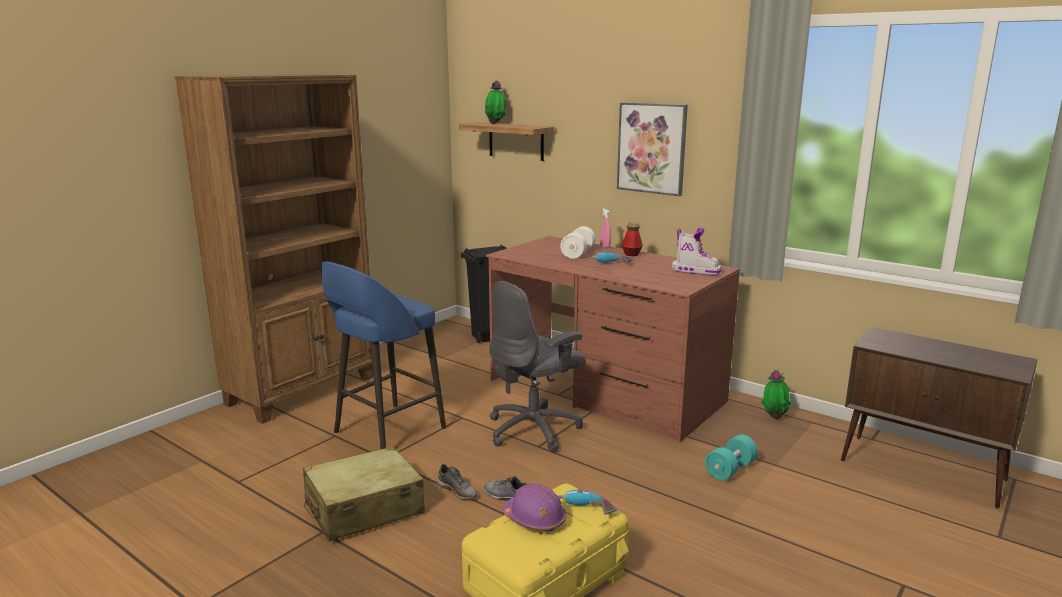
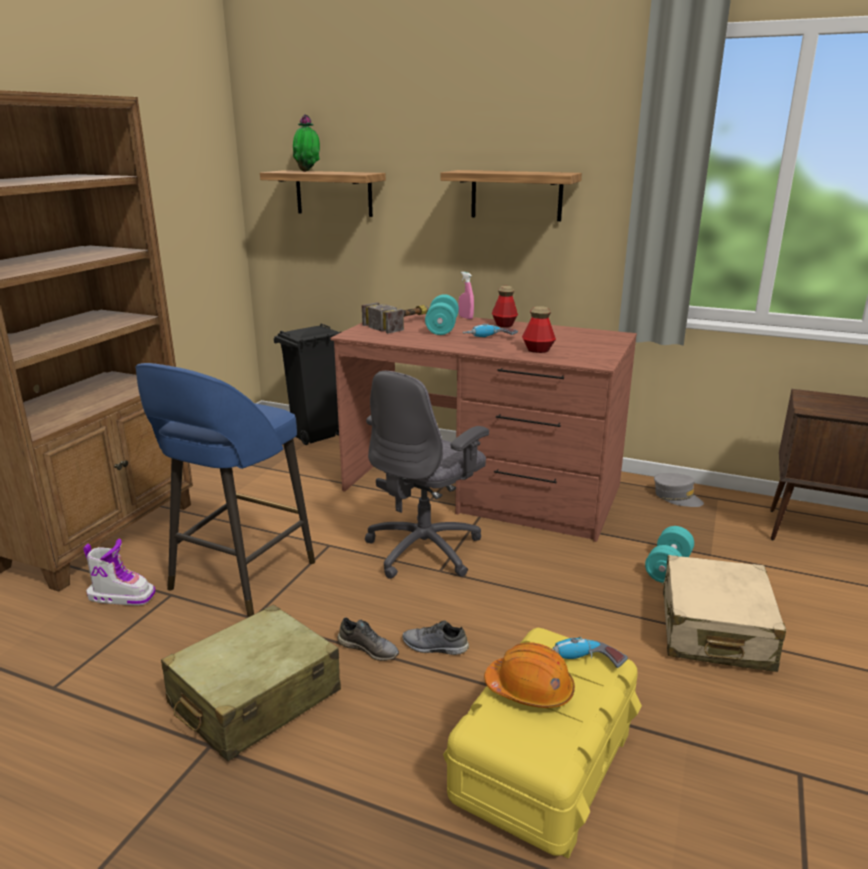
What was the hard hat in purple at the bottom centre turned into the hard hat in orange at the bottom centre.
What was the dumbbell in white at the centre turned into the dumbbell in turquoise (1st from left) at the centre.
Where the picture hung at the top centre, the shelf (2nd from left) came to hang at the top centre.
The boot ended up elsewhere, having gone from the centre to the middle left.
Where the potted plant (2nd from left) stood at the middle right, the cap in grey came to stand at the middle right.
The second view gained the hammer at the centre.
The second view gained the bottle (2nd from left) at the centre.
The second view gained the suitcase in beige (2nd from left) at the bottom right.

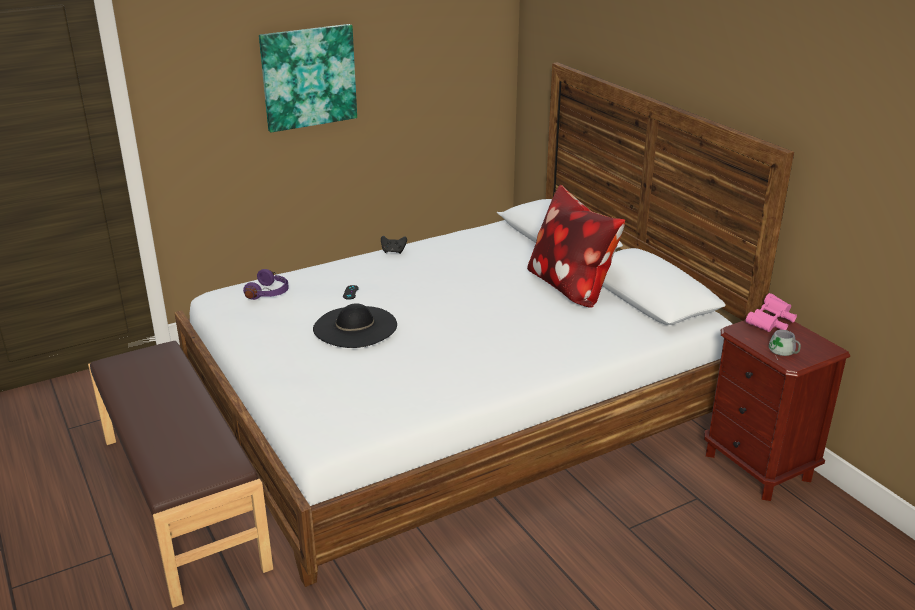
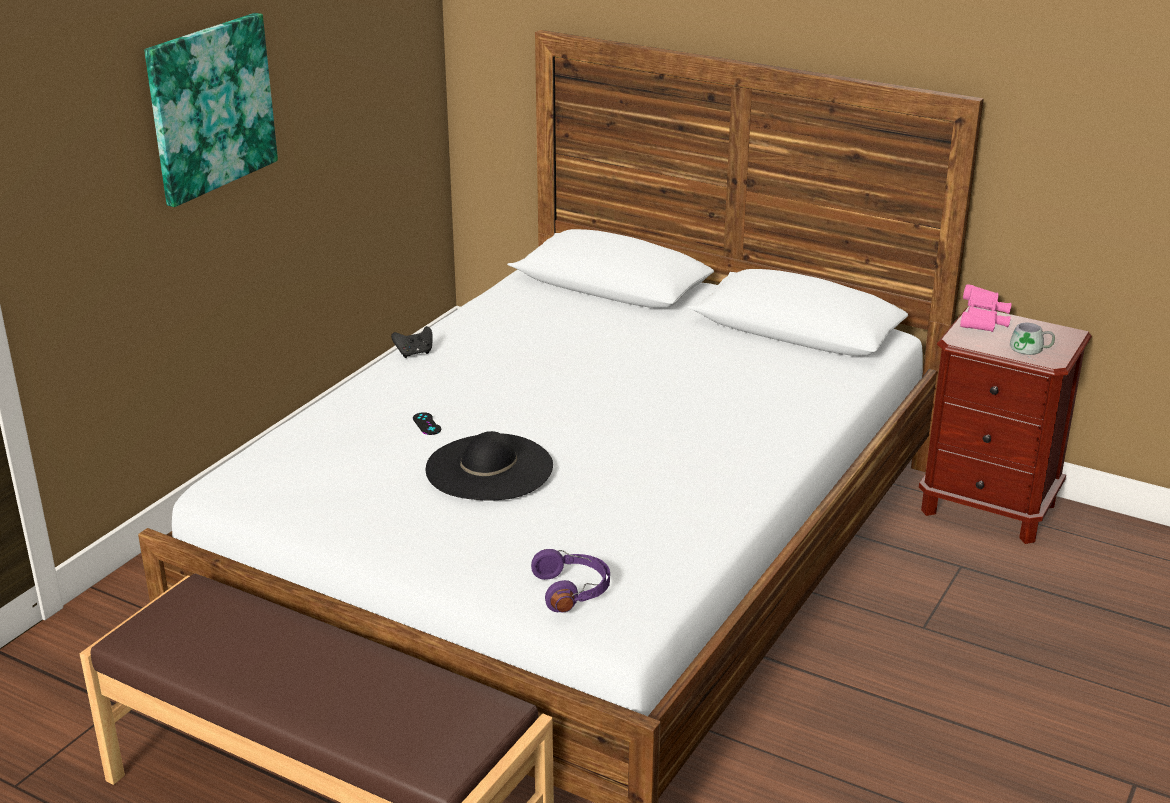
The headphones in purple ended up elsewhere, having gone from the middle left to the bottom centre.
The second view lost the pillow at the centre.

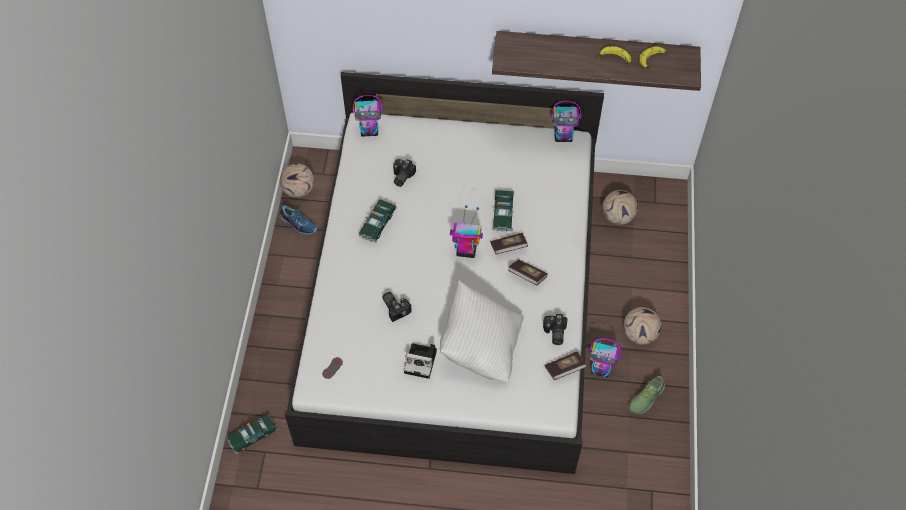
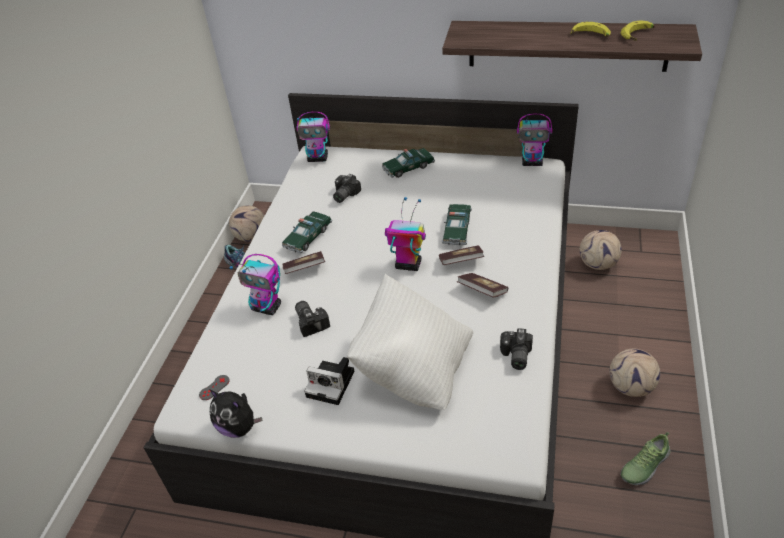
The toy car (1st from left in the first image) ended up elsewhere, having gone from the bottom left to the top centre.
The book (3rd from left in the first image) ended up elsewhere, having gone from the bottom centre to the centre.
The toy robot (4th from left in the first image) ended up elsewhere, having gone from the bottom right to the middle left.
The second view gained the plush toy at the bottom left.

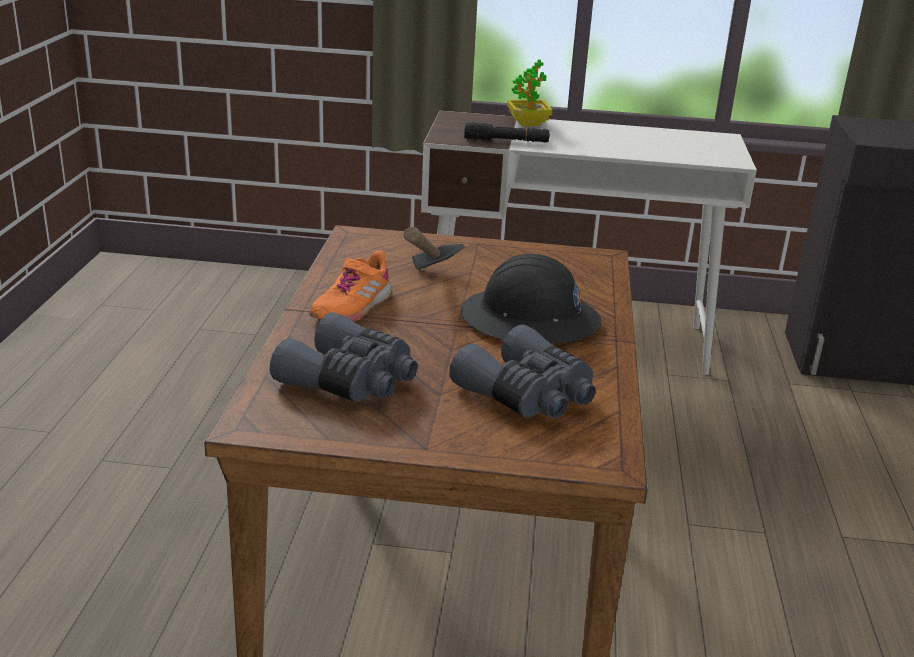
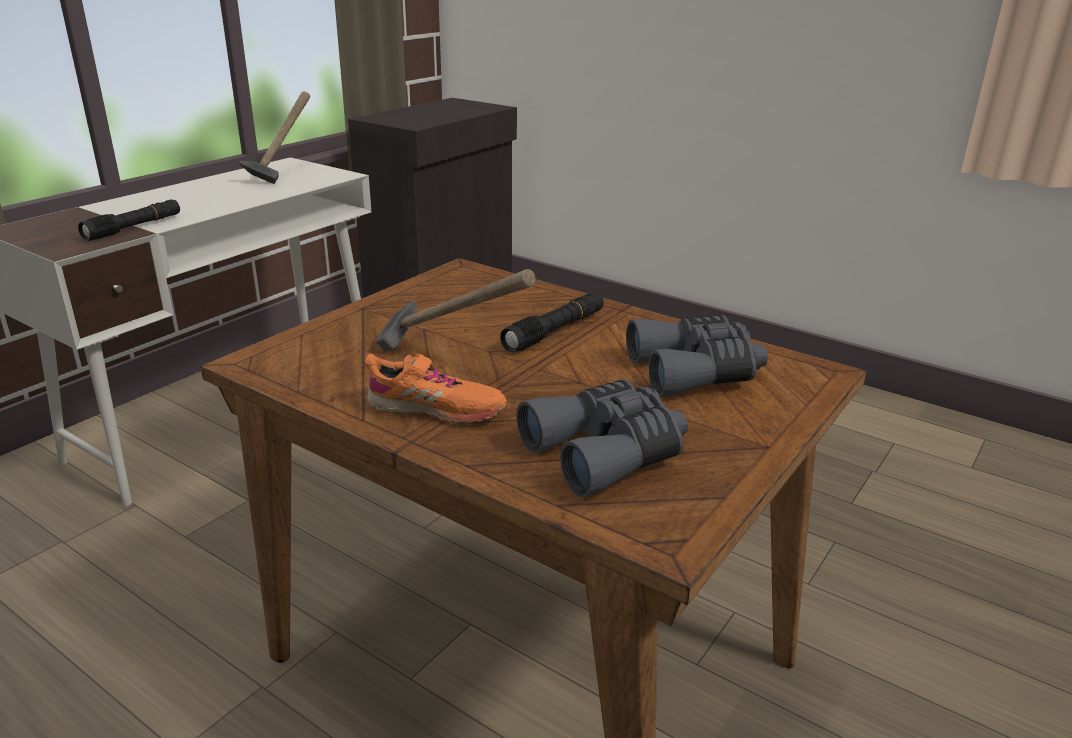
The shoe in orange at the centre ended up facing another way, 45 degrees counterclockwise from before.
Where the hard hat in black stood at the centre, the flashlight in black (2nd from left) came to stand at the centre.
The second view lost the potted plant at the top centre.
The second view gained the hammer (1st from left) at the top left.

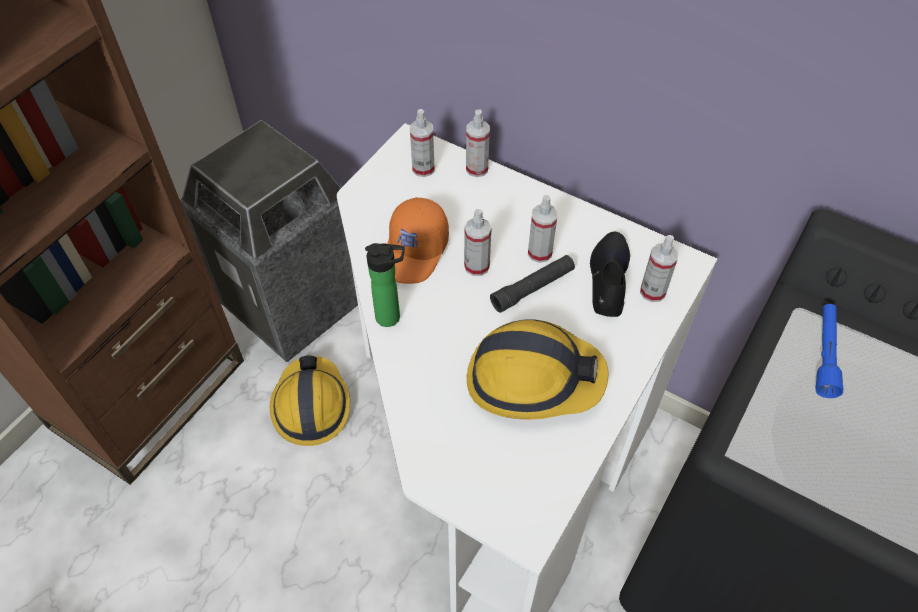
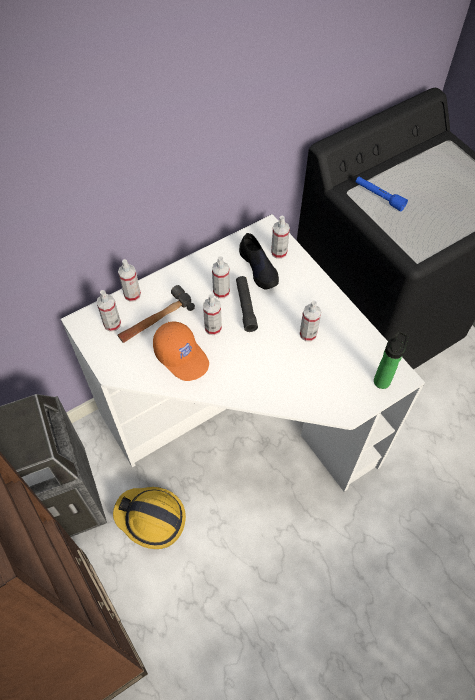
The bottle ended up elsewhere, having gone from the centre to the middle right.
Where the hard hat (2nd from left) stood at the centre, the spray bottle (6th from left) came to stand at the centre.
The shoe in black at the centre ended up facing another way, 150 degrees counterclockwise from before.
The second view gained the hammer at the middle left.

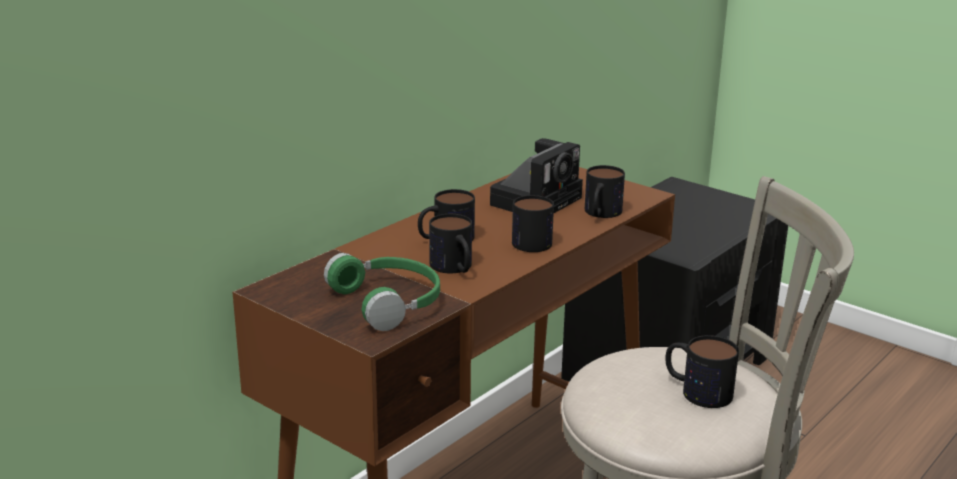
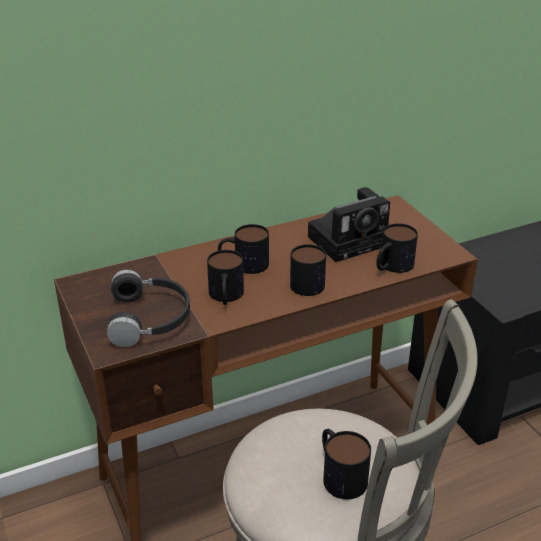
What was the headphones in green at the centre turned into the headphones in black at the middle left.

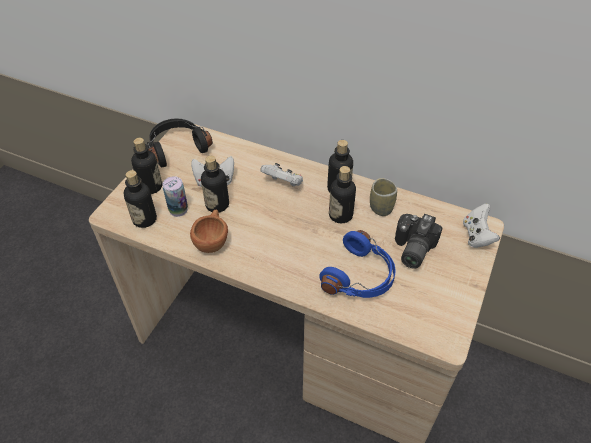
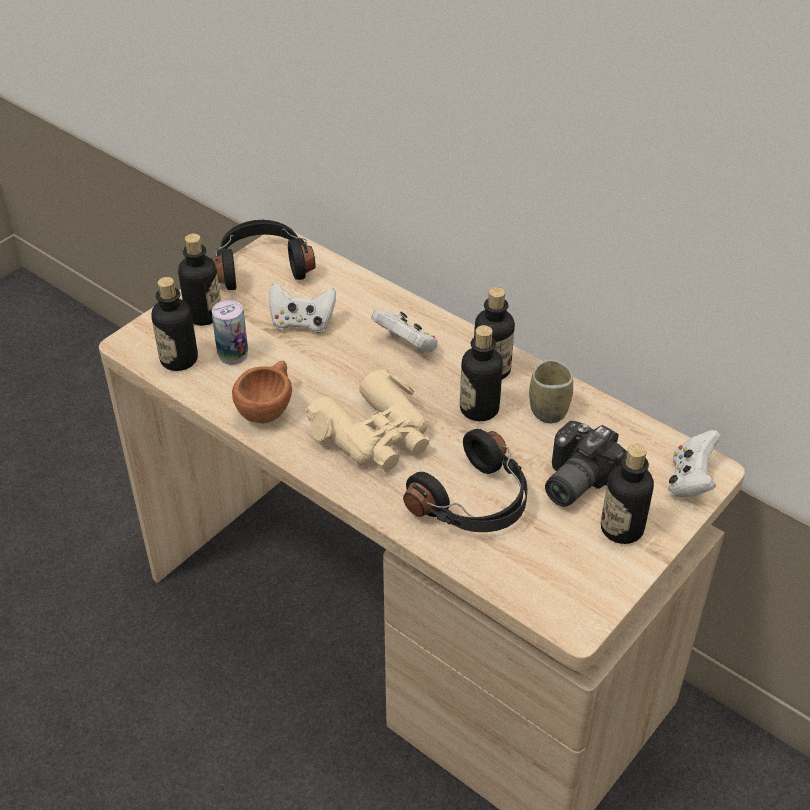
The bottle (3rd from left in the first image) ended up elsewhere, having gone from the centre to the middle right.
What was the headphones in blue at the centre turned into the headphones in black (2nd from left) at the centre.
The second view gained the binoculars in beige at the centre.

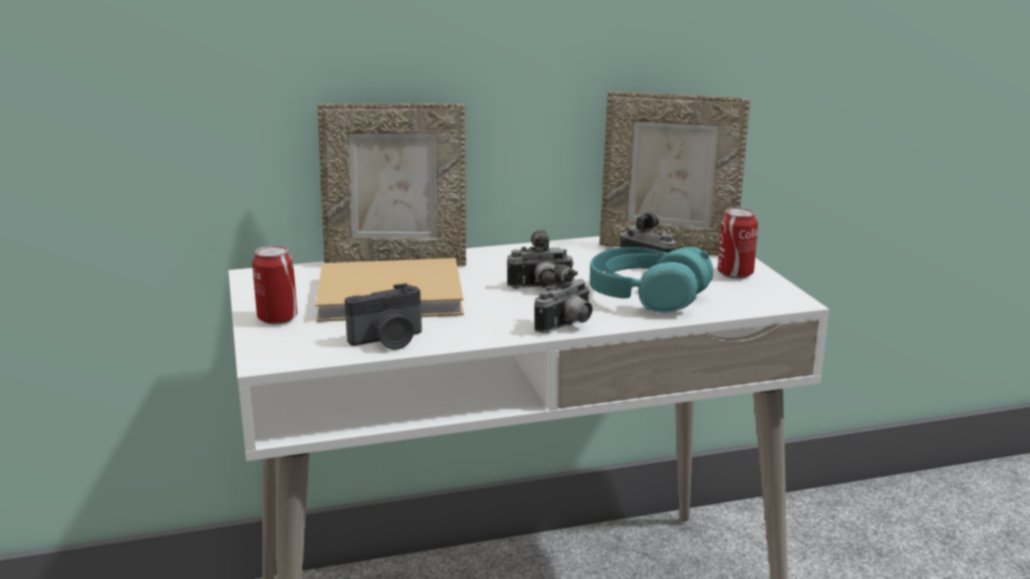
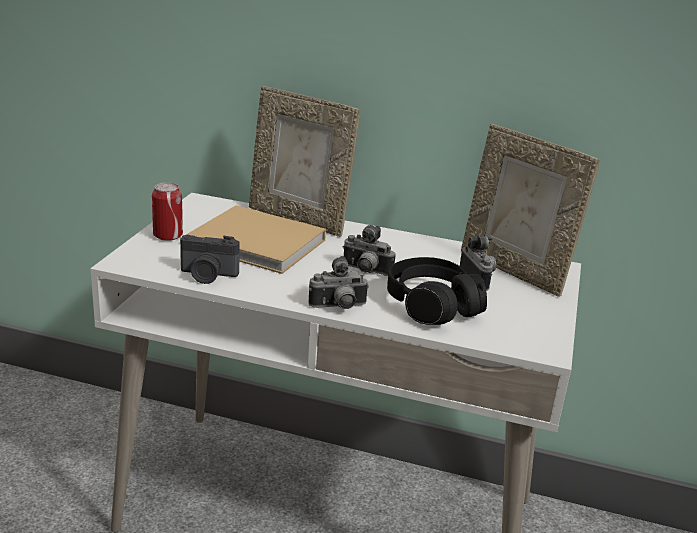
What was the headphones in turquoise at the centre turned into the headphones in black at the centre.
The second view lost the can (2nd from left) at the middle right.

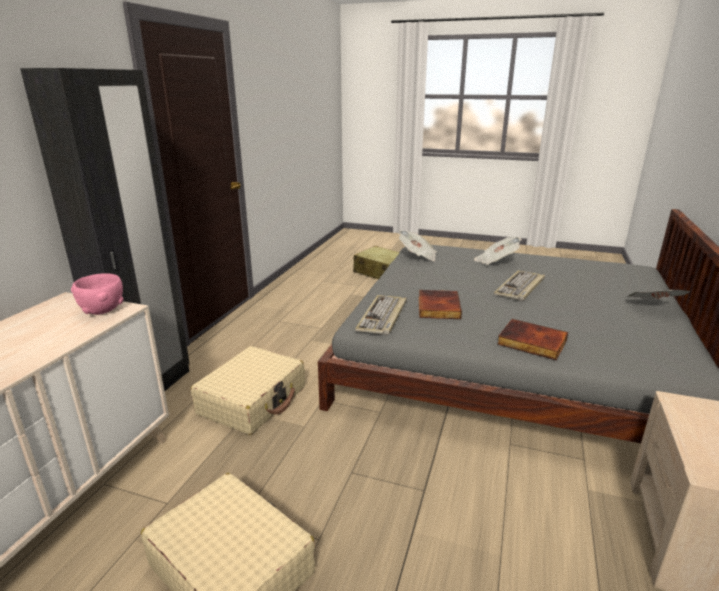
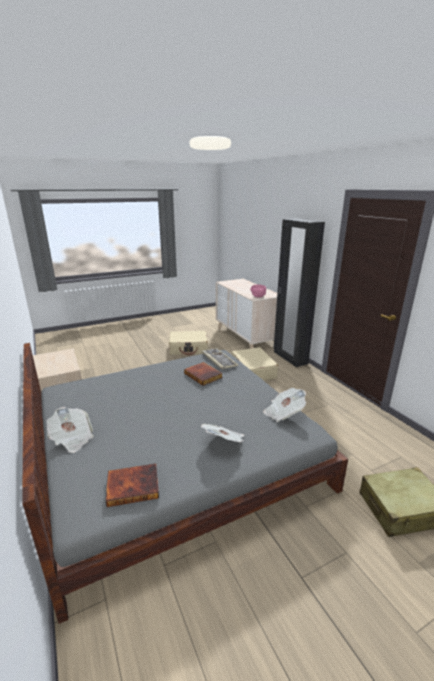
The second view lost the keyboard (2nd from left) at the middle right.
The book (2nd from left in the first image) ended up elsewhere, having gone from the middle right to the bottom left.

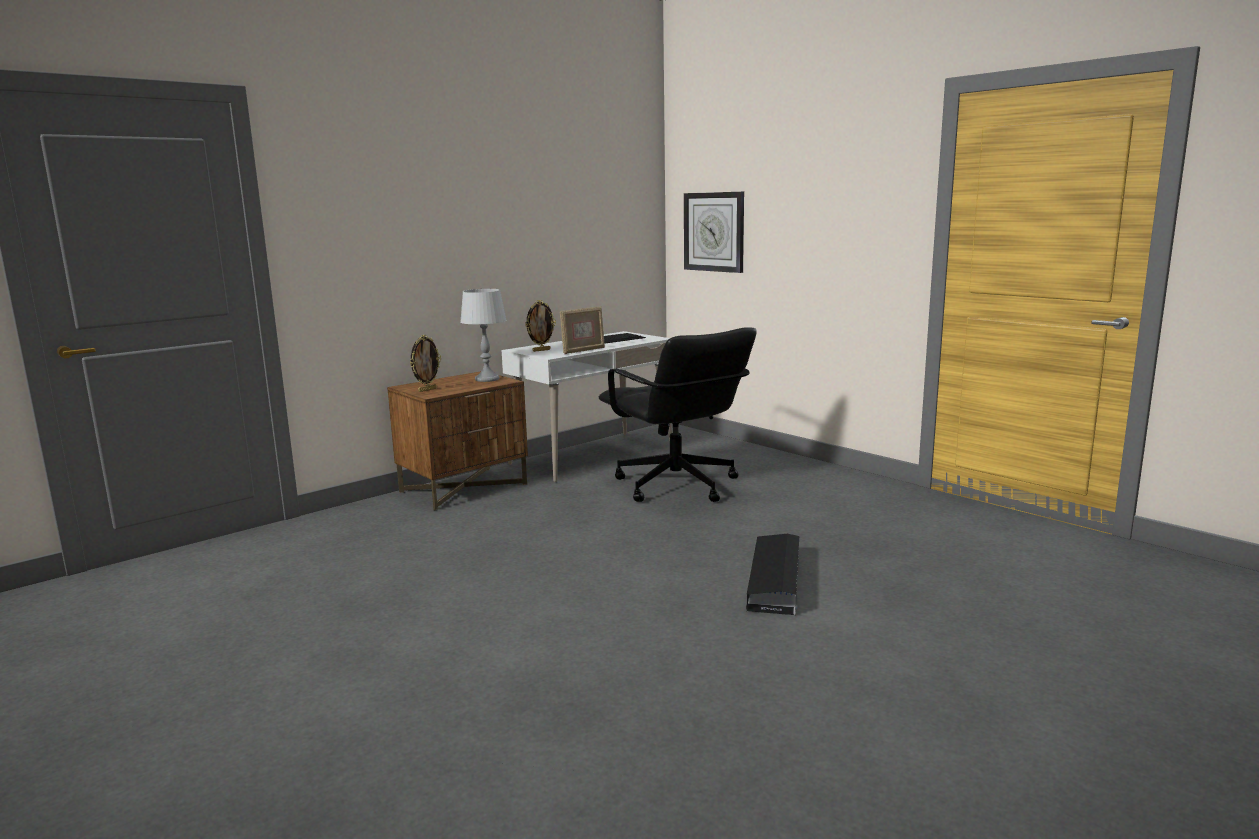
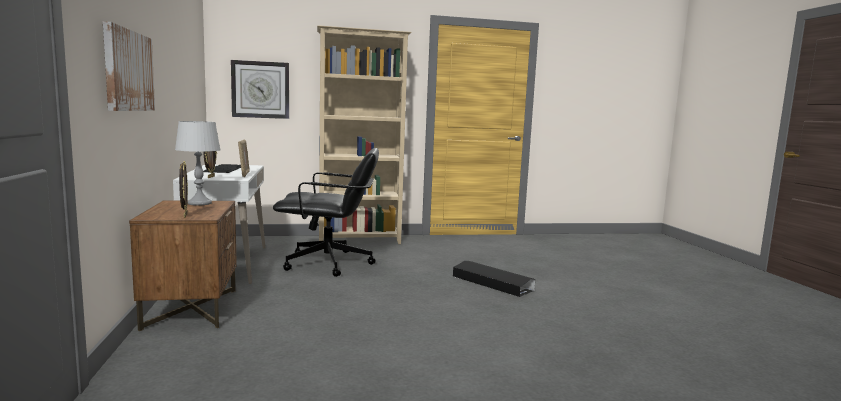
The second view gained the picture at the top left.
The second view gained the bookcase in beige at the centre.

